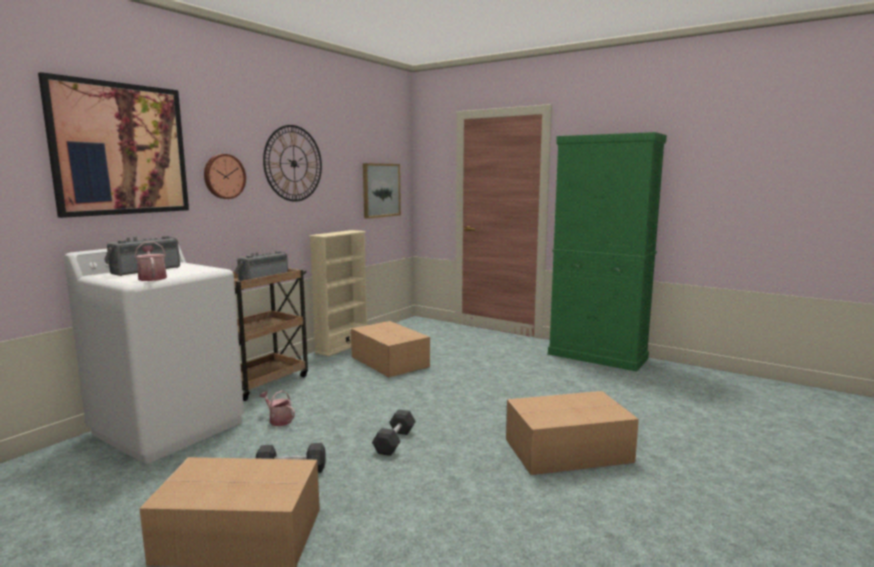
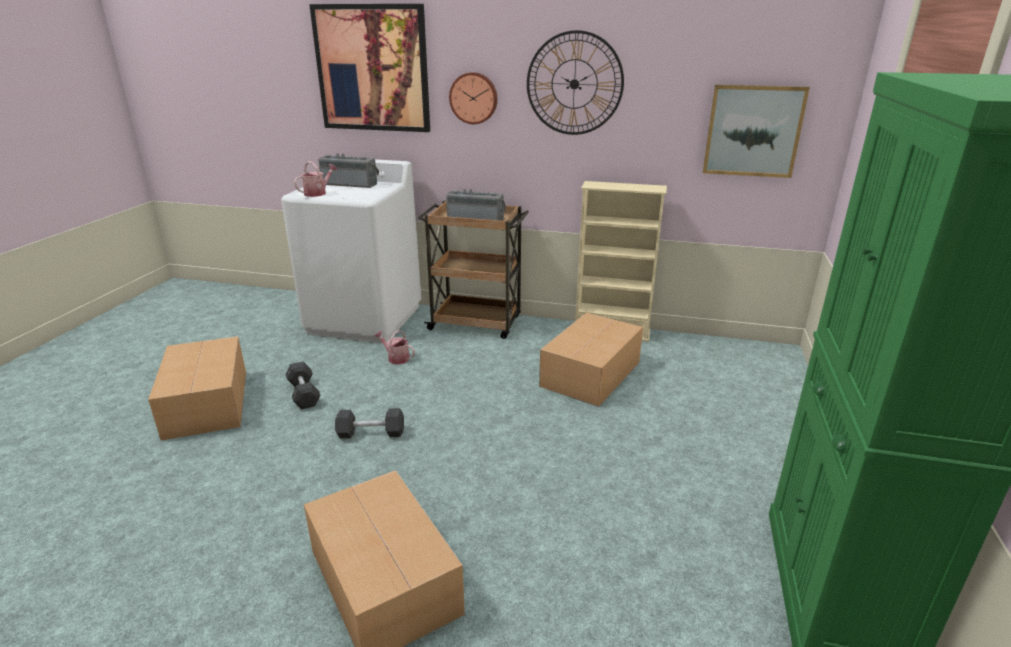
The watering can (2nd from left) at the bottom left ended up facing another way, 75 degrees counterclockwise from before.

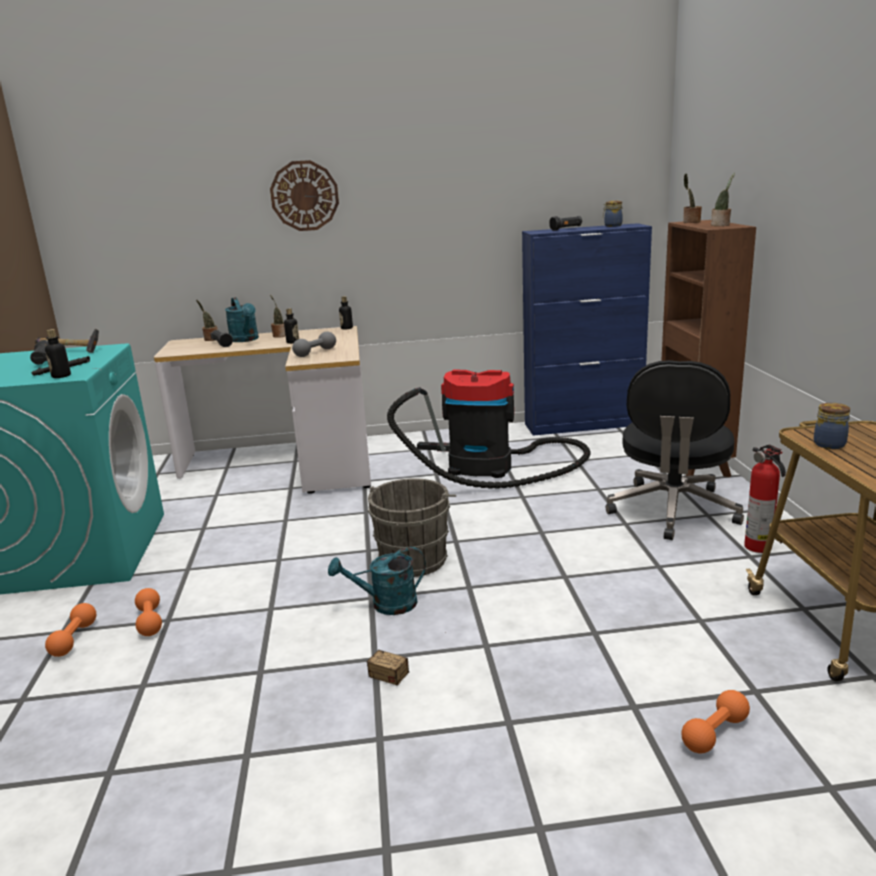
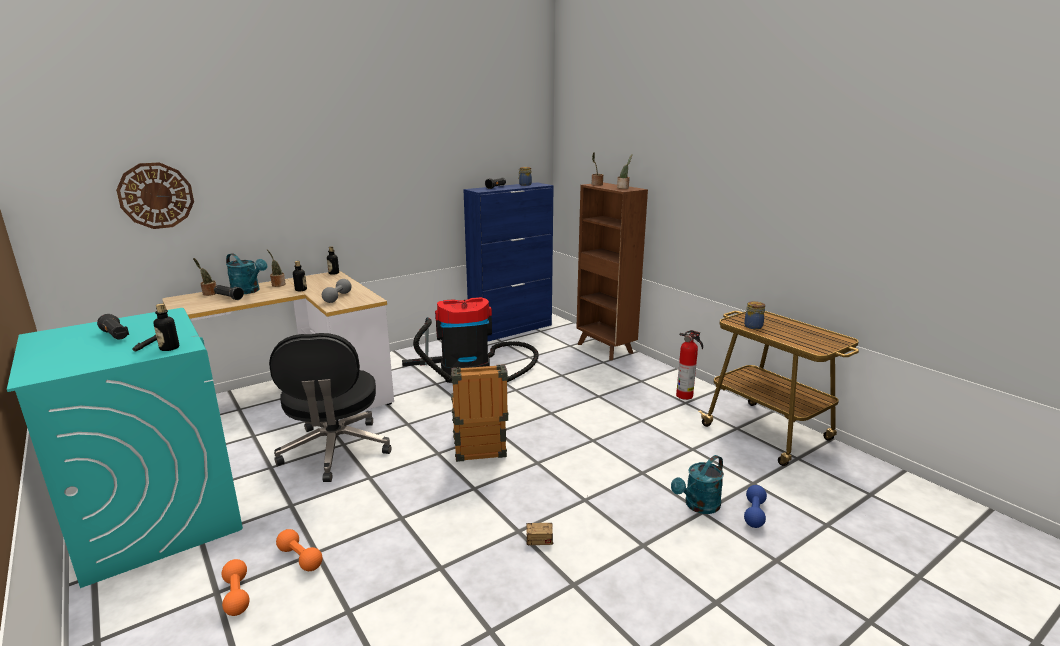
The second view lost the hammer at the middle left.
The wall clock ended up elsewhere, having gone from the top centre to the top left.
The watering can in turquoise (2nd from left) ended up elsewhere, having gone from the centre to the bottom centre.
Where the bucket in grey stood at the centre, the crate came to stand at the centre.
The office chair in black ended up elsewhere, having gone from the middle right to the middle left.
What was the dumbbell in orange (3rd from left) at the bottom right turned into the dumbbell in blue at the bottom right.

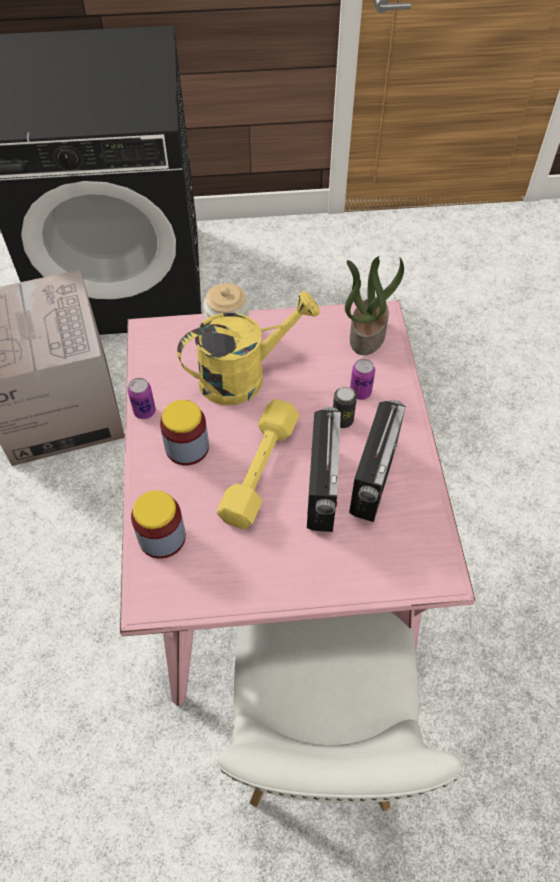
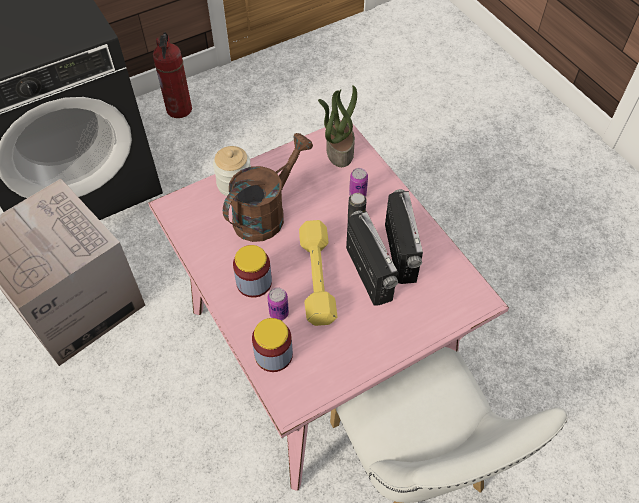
The can (1st from left) ended up elsewhere, having gone from the middle left to the centre.
What was the watering can in yellow at the centre turned into the watering can in brown at the centre.
The second view gained the fire extinguisher at the top left.

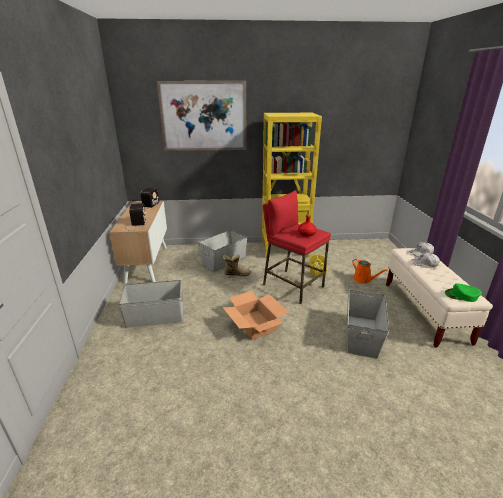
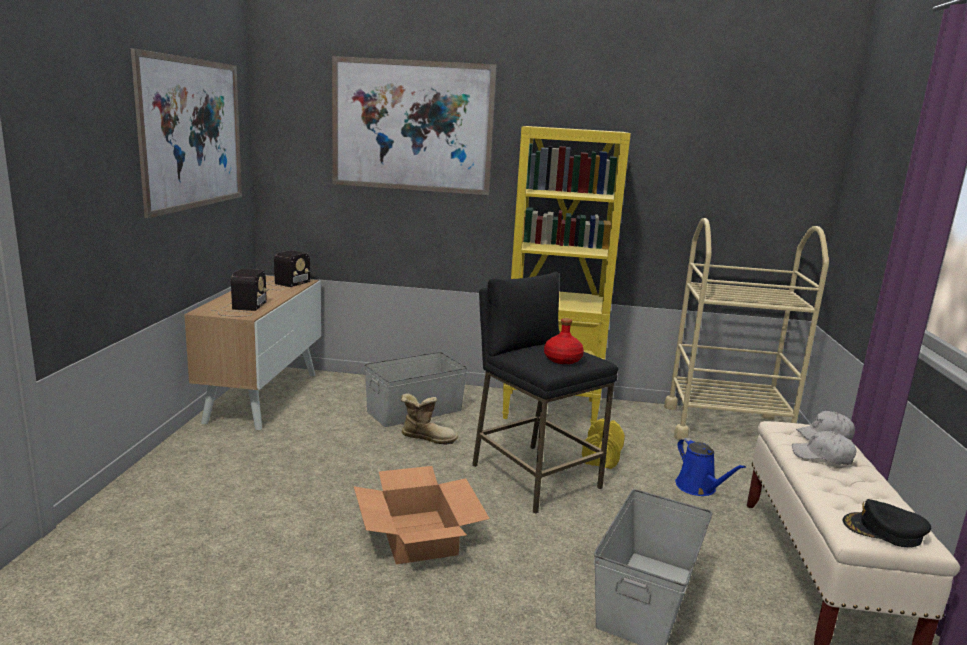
The second view lost the storage box in grey (1st from left) at the middle left.
What was the stool in red at the centre turned into the stool in black at the centre.
What was the watering can in orange at the middle right turned into the watering can in blue at the bottom right.
What was the cap in green at the middle right turned into the cap in black at the bottom right.
The second view gained the picture (1st from left) at the top left.
The second view gained the cart in beige at the middle right.

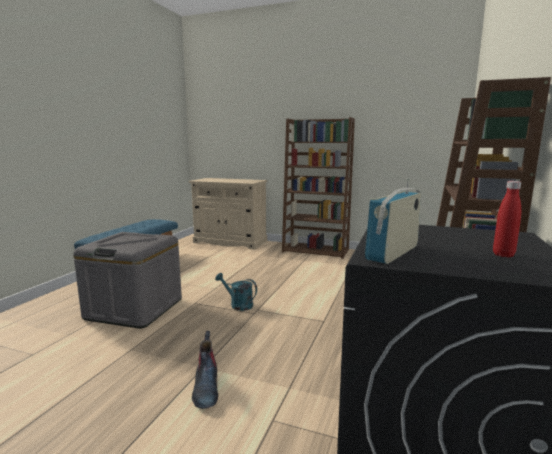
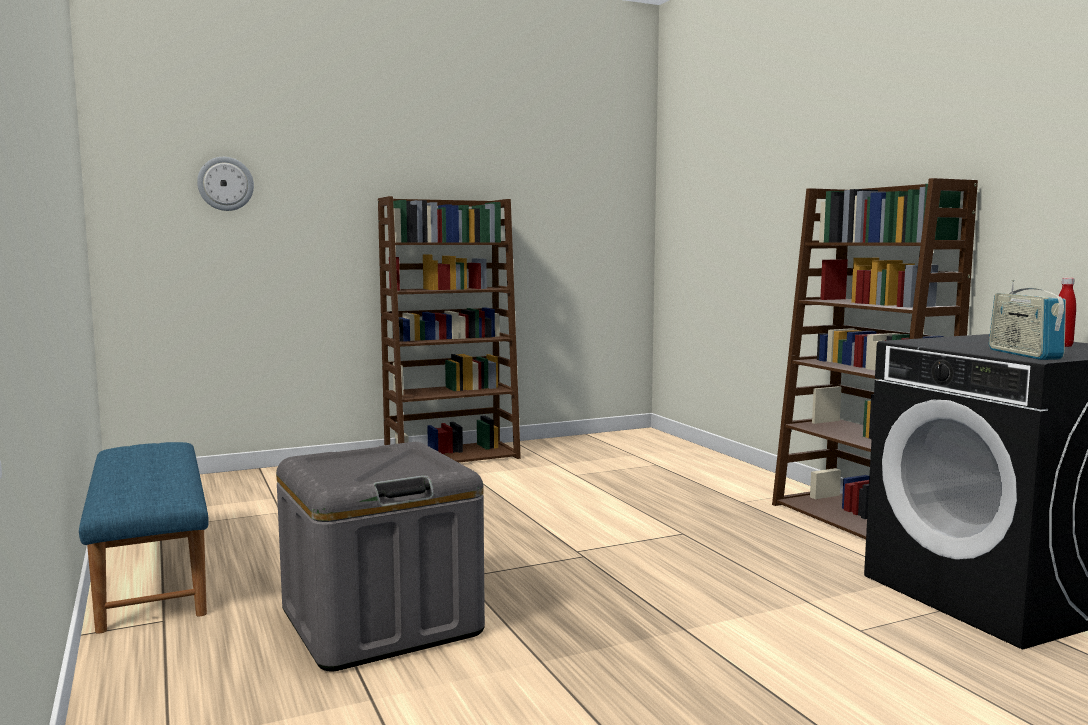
The second view lost the cabinet in beige at the centre.
The second view lost the boot at the bottom centre.
The second view lost the watering can in turquoise at the centre.
The second view gained the wall clock at the top left.

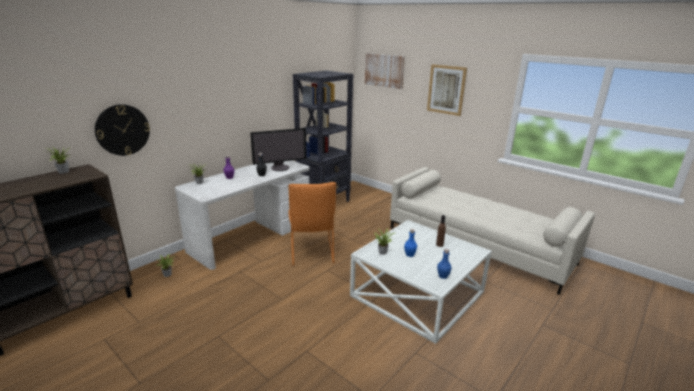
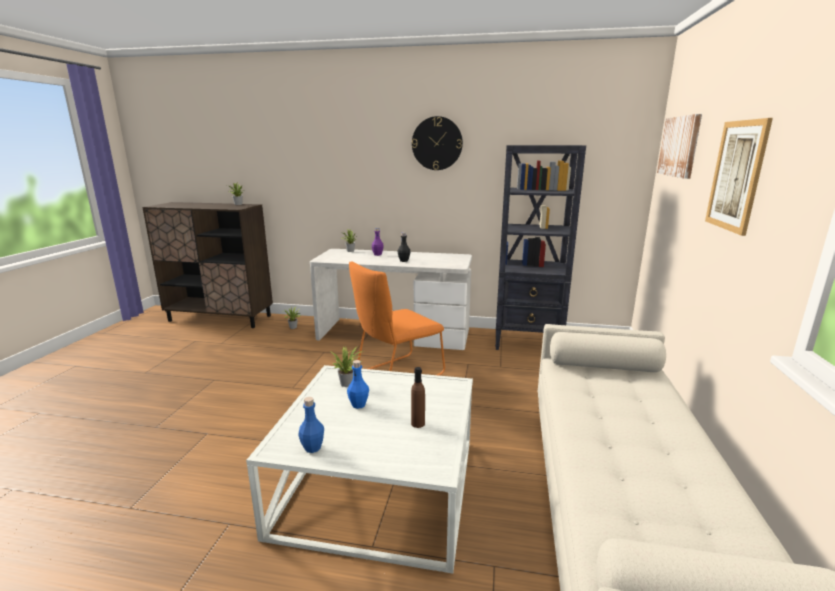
The wall clock ended up elsewhere, having gone from the top left to the top centre.
The second view lost the monitor at the centre.

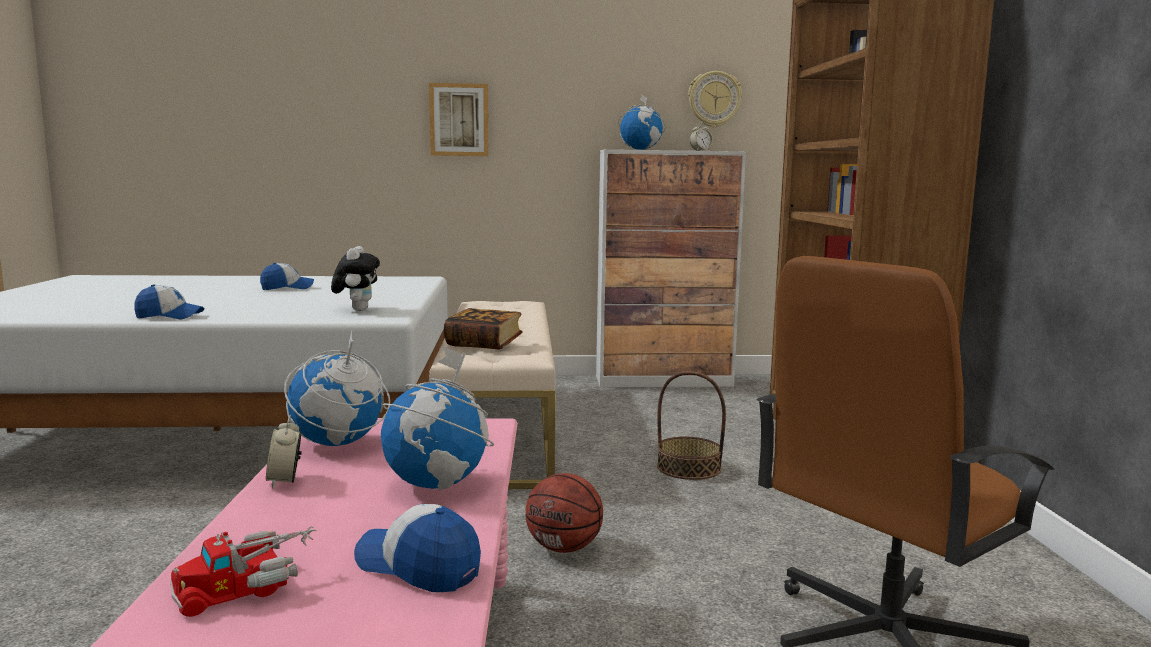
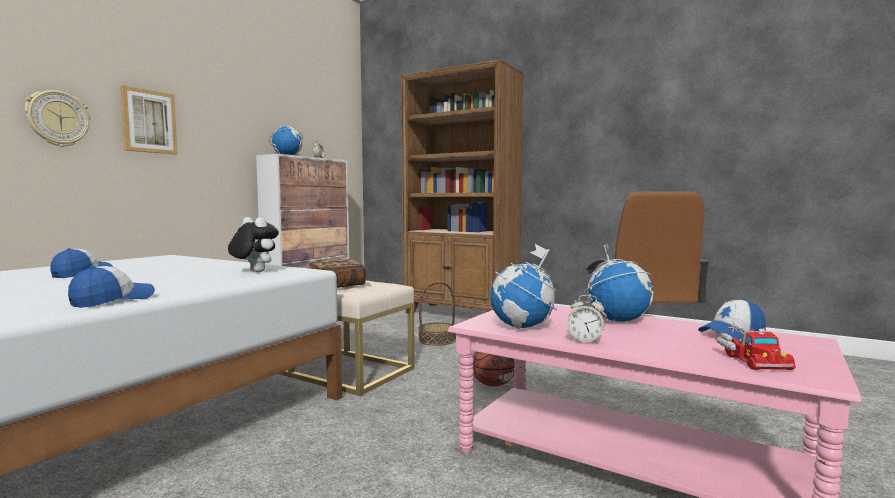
The wall clock ended up elsewhere, having gone from the top centre to the top left.

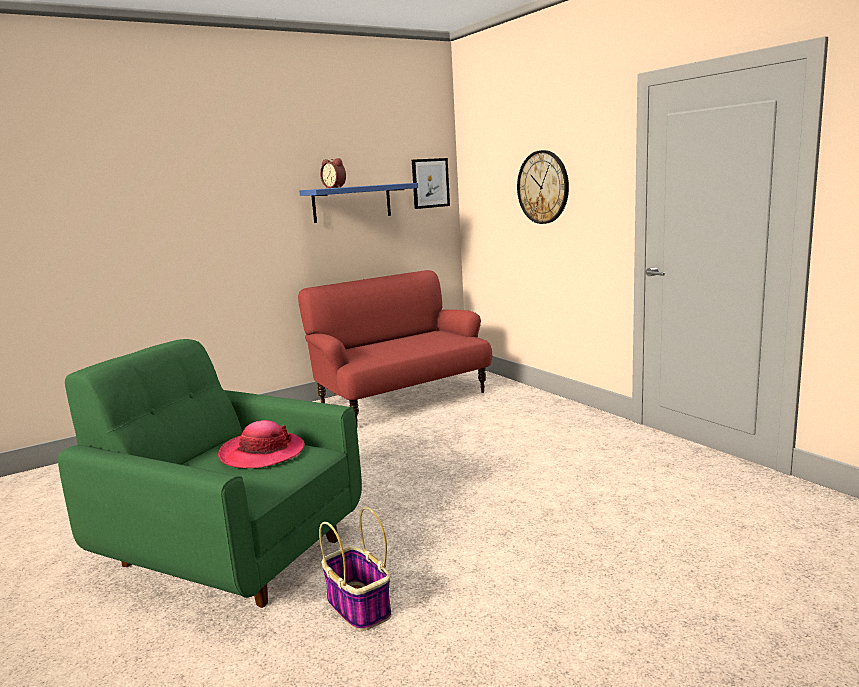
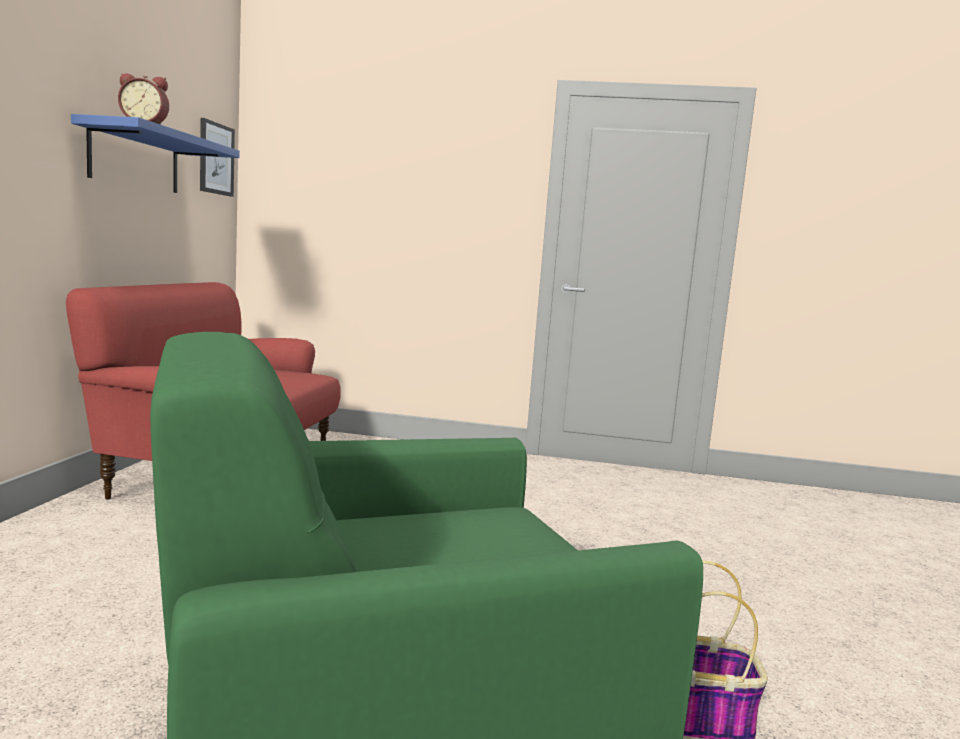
The second view lost the hat at the middle left.
The second view lost the wall clock at the top centre.

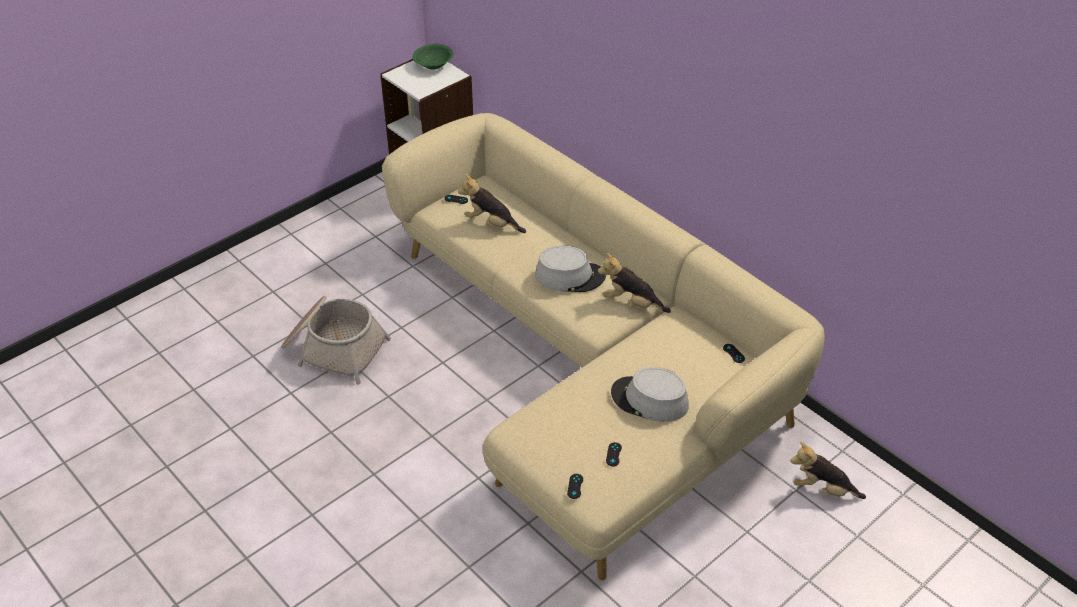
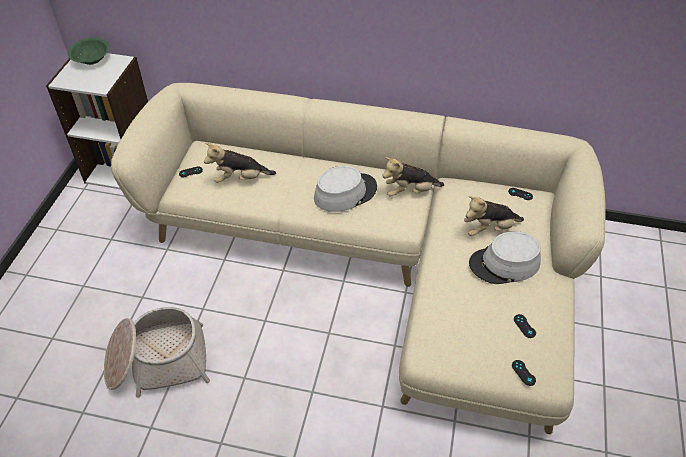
The plush toy (3rd from left) ended up elsewhere, having gone from the bottom right to the middle right.

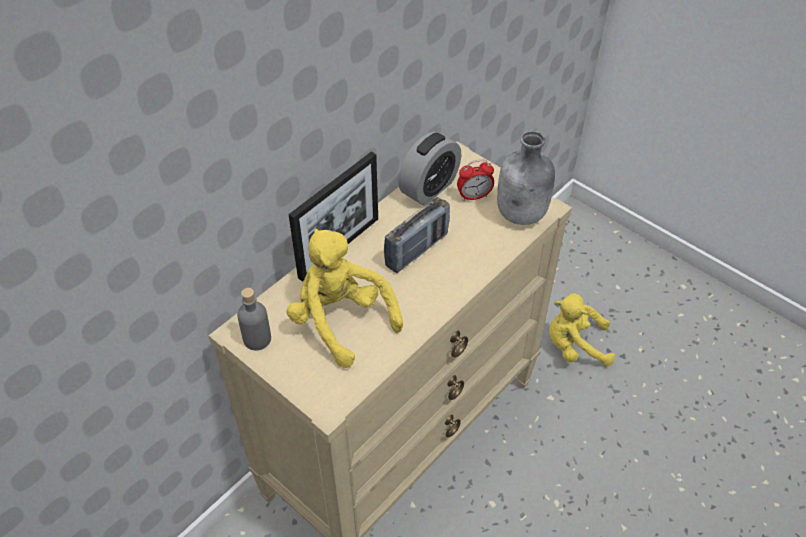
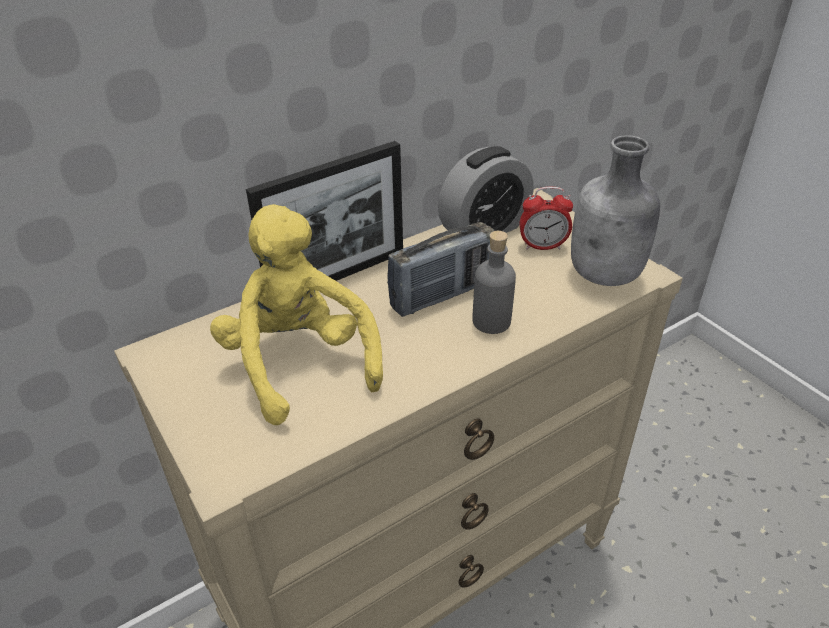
The bottle in grey (1st from left) ended up elsewhere, having gone from the middle left to the centre.
The second view lost the plush toy in yellow (2nd from left) at the middle right.

